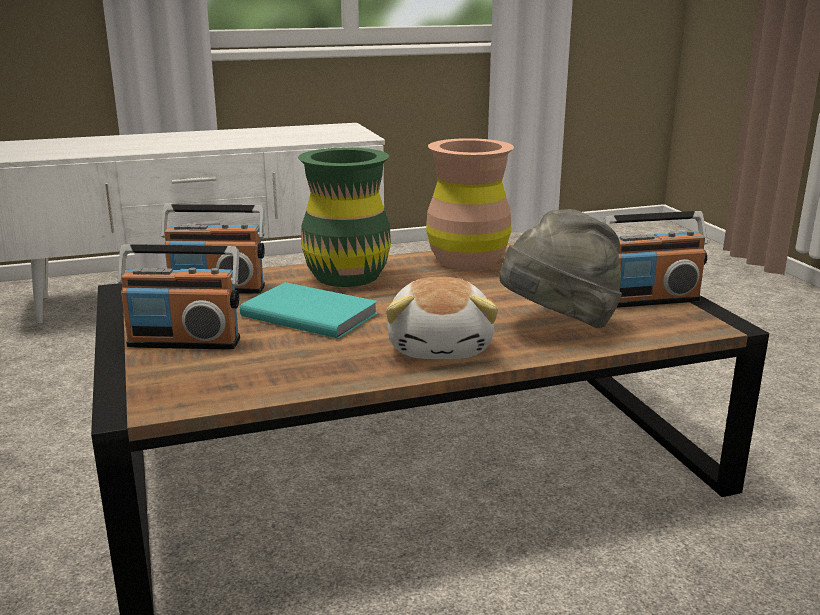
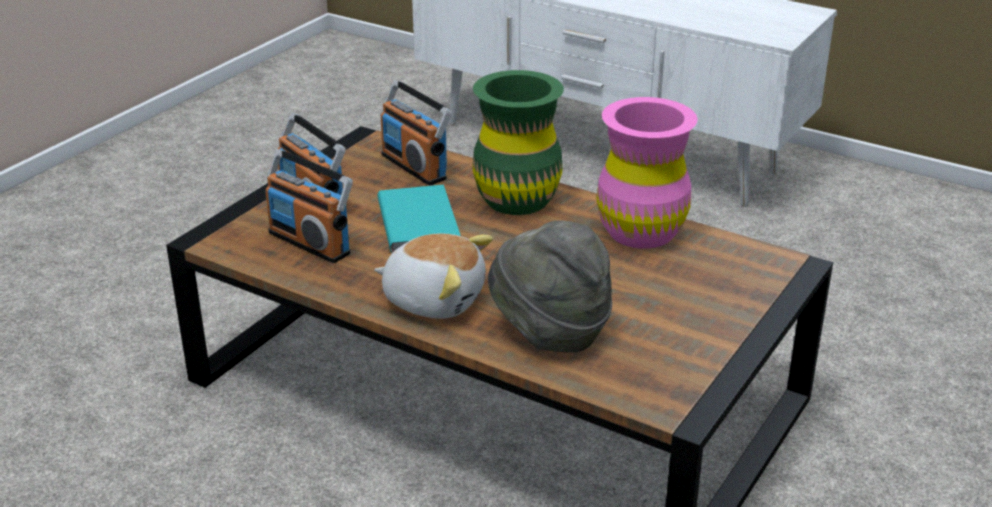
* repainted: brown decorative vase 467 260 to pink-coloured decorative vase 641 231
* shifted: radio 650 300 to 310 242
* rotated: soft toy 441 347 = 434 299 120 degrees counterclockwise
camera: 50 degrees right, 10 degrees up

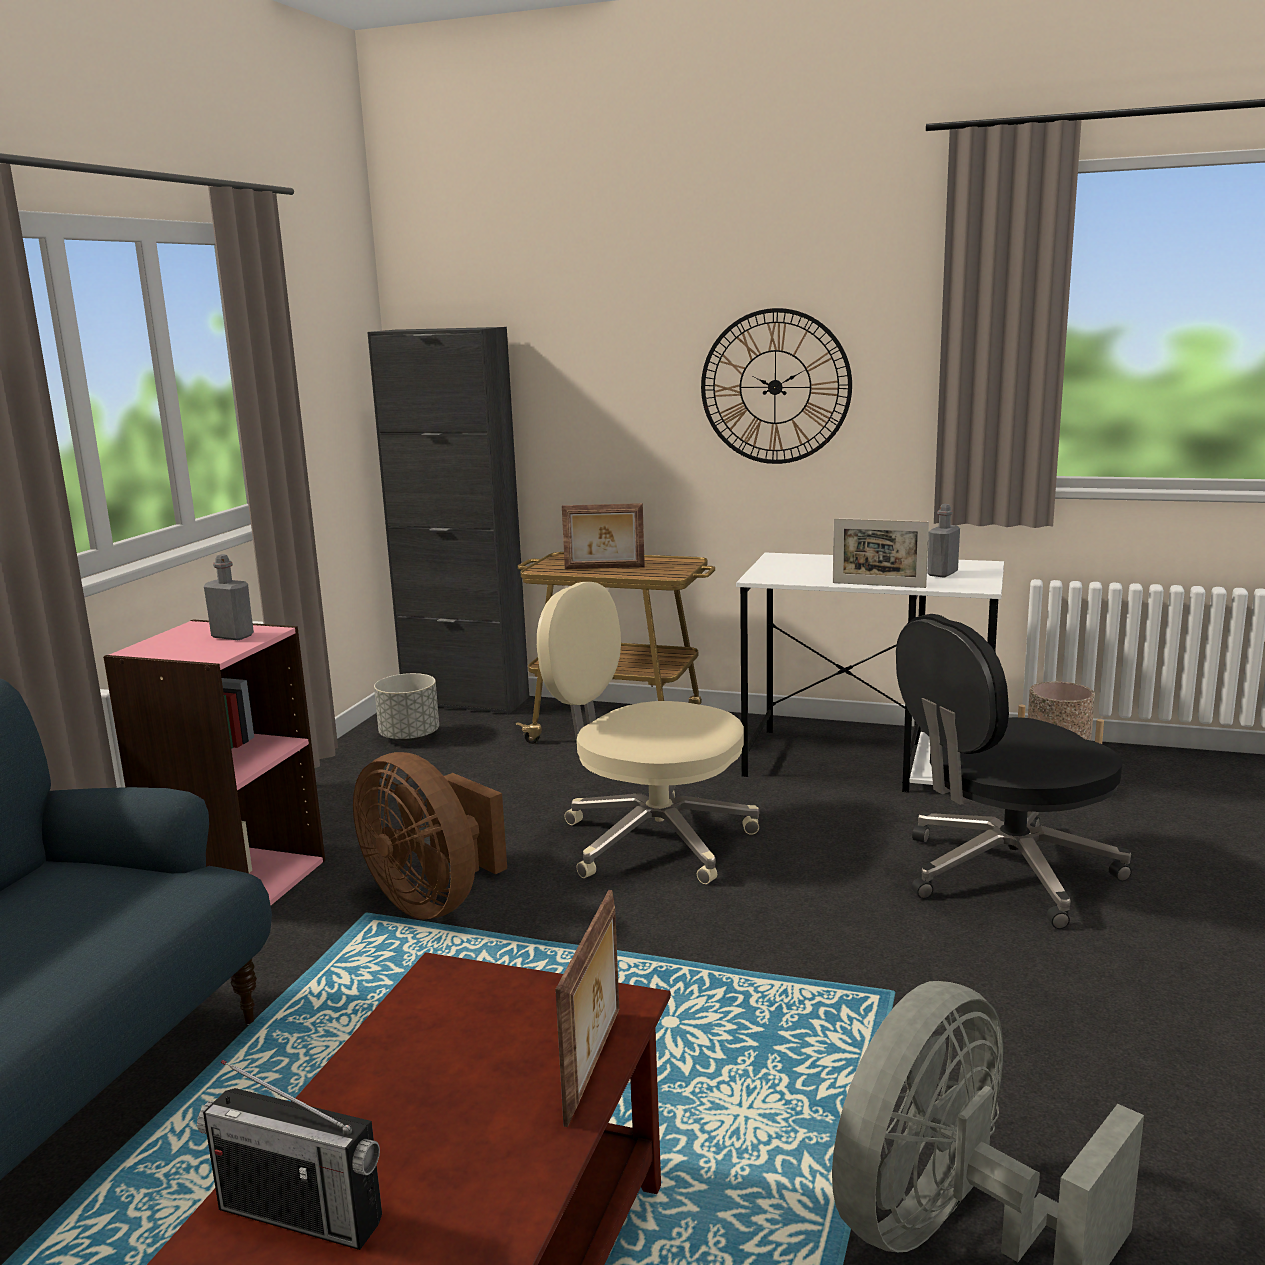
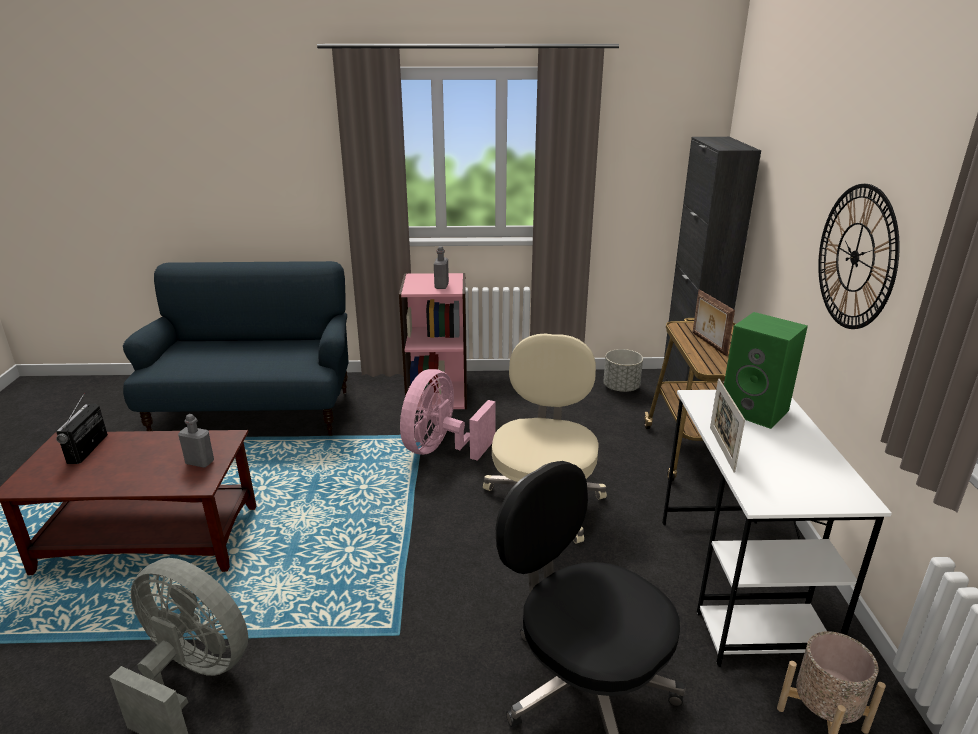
* shifted: gray beverage bottle 942 573 to 200 462
* repainted: brown cooling fan 433 901 to pink-coloured cooling fan 441 449
* gone: picture frame 595 1065
* new: green speaker 756 410
camera: 70 degrees right, 10 degrees up

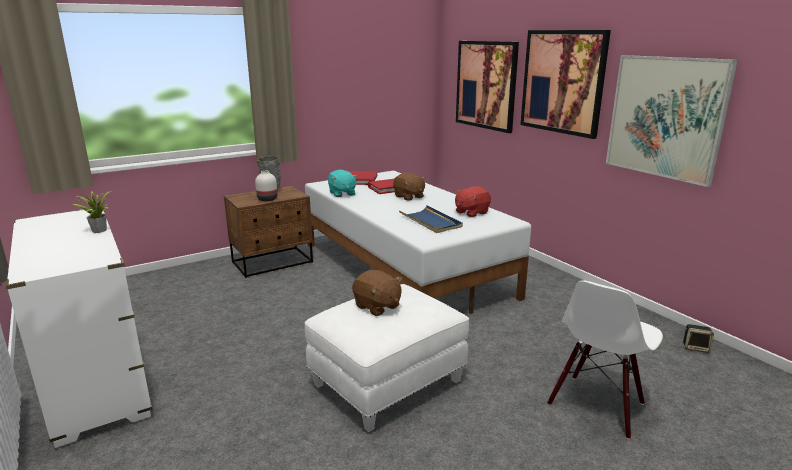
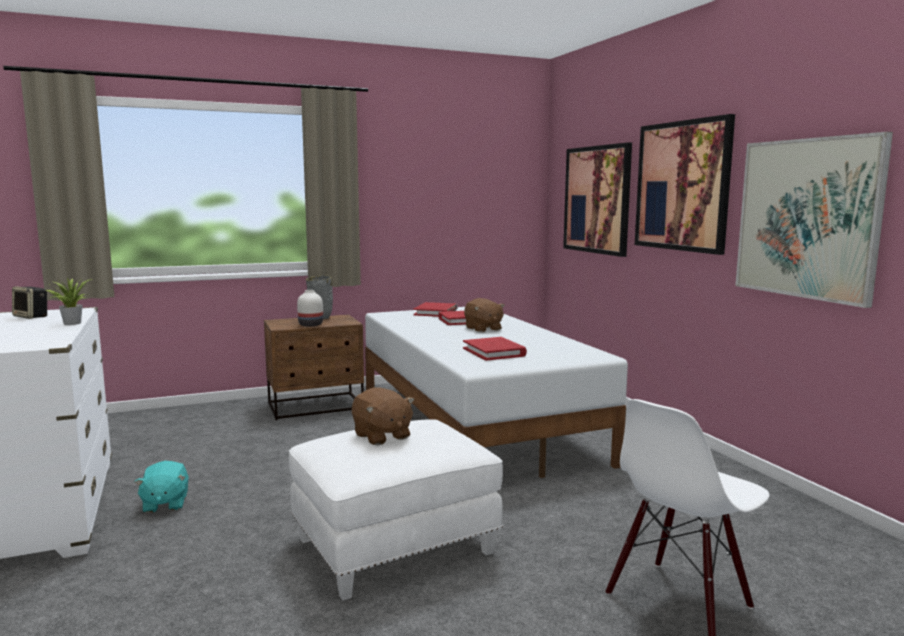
* shifted: turquoise soft toy 342 193 to 165 504
* gone: red-coloured soft toy 471 212
* swapped: bluish tray 431 221 to red-coloured bound book 494 352
* shifted: speaker 696 347 to 32 317
camera: 10 degrees right, 10 degrees down

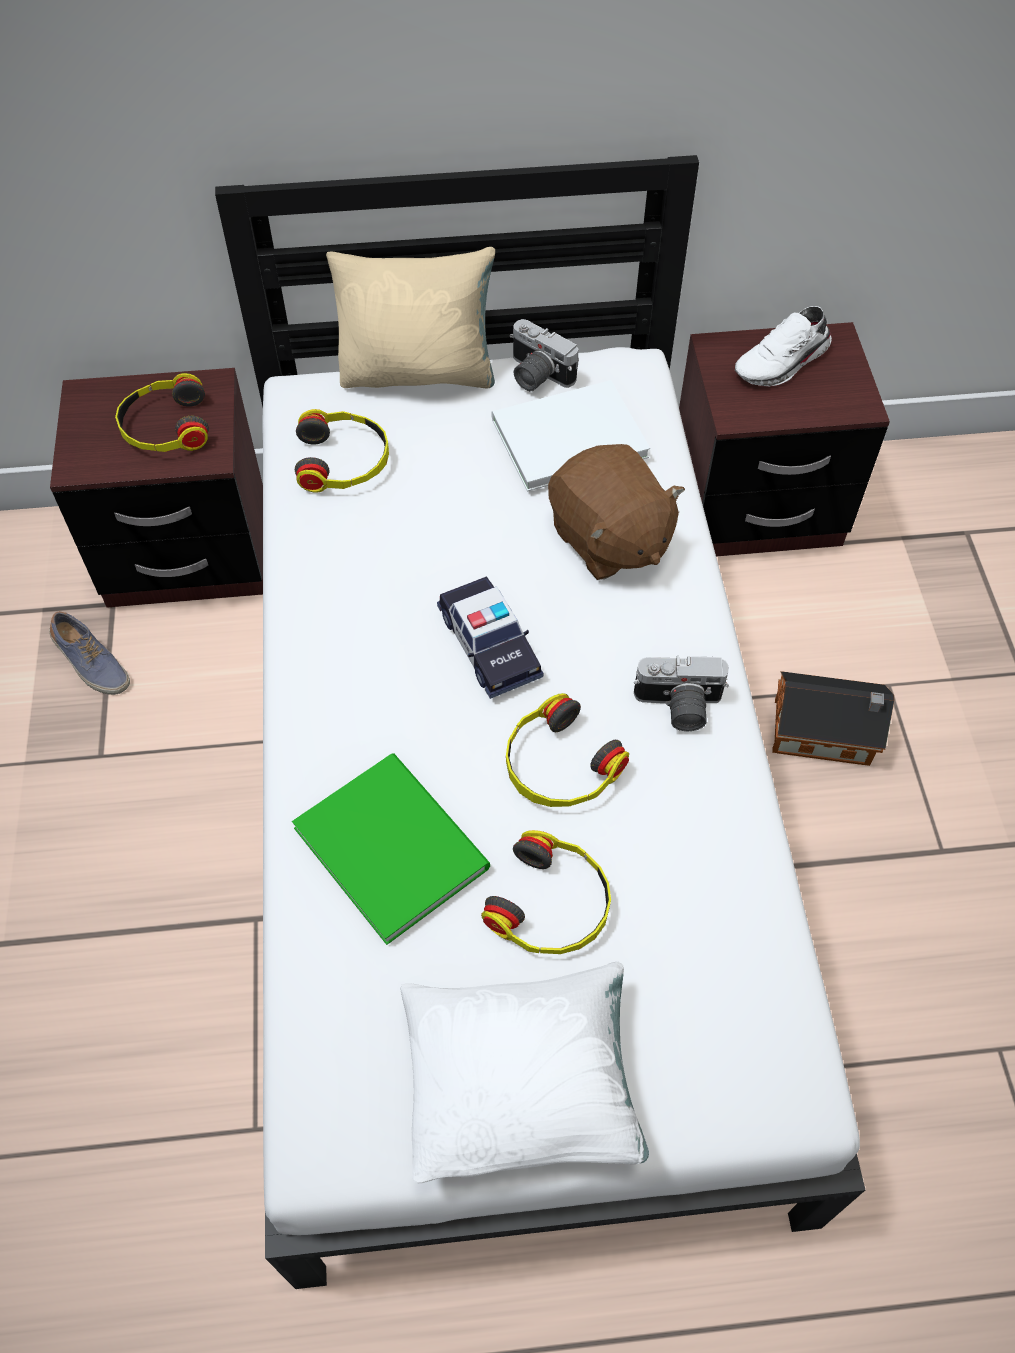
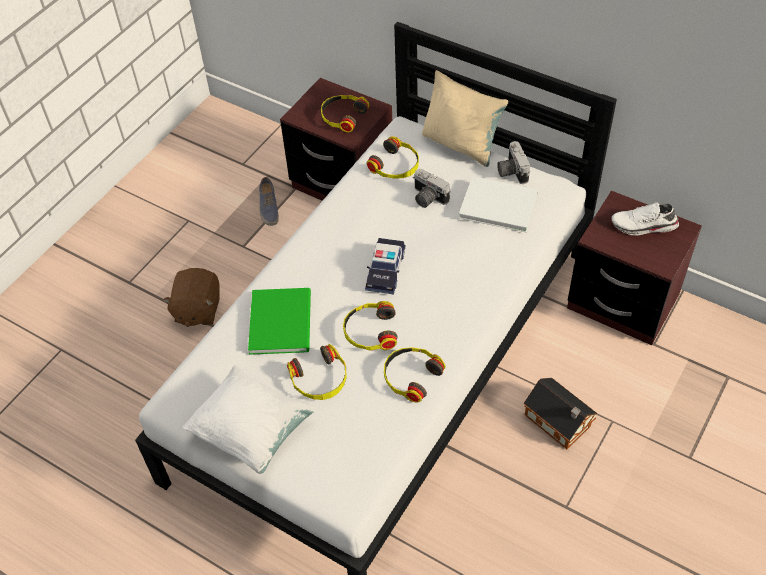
* shifted: brown soft toy 608 540 to 197 310
* shifted: photo camera 678 707 to 427 198
* new: headphones 411 376
camera: 40 degrees right, 5 degrees down

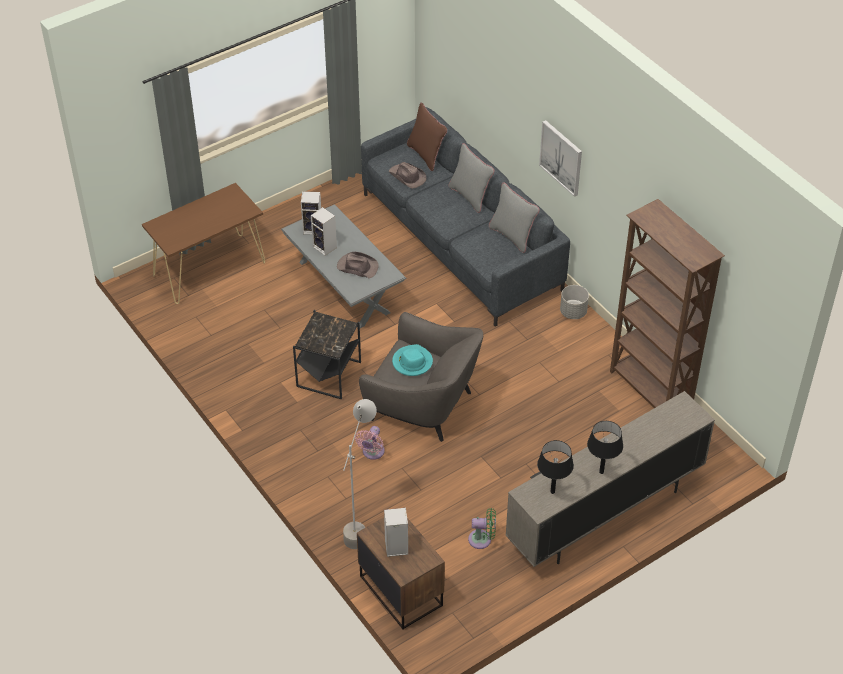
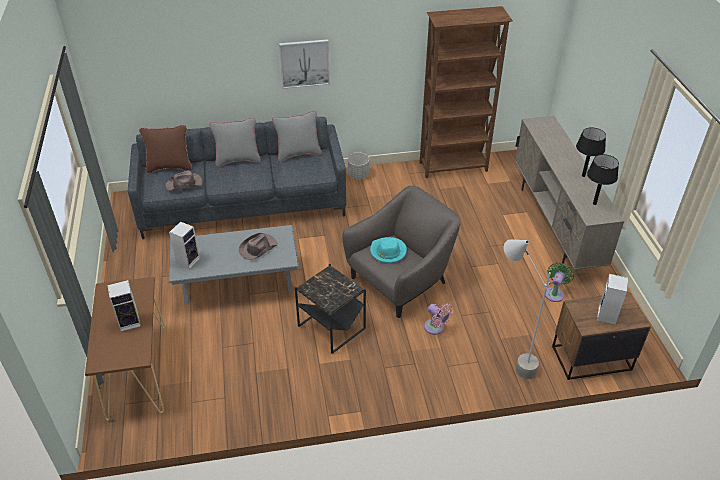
* shifted: speaker 325 247 to 130 321
camera: 65 degrees left, 5 degrees down

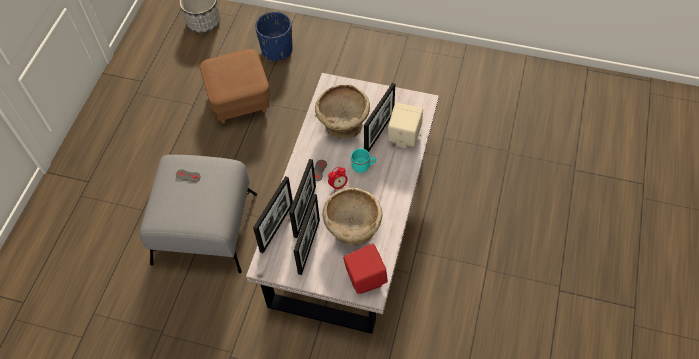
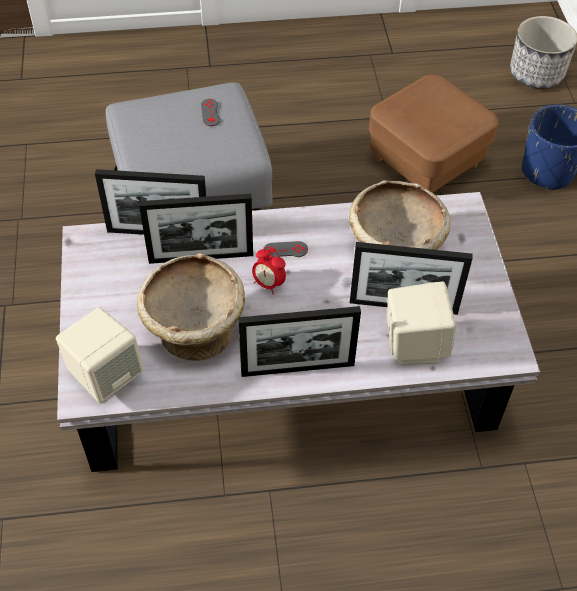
* gone: turquoise tea mug 363 166
* shifted: picture frame 309 246 to 297 368
* repainted: red-coloured speaker 365 279 to beige speaker 106 376
camera: 65 degrees right, 5 degrees down

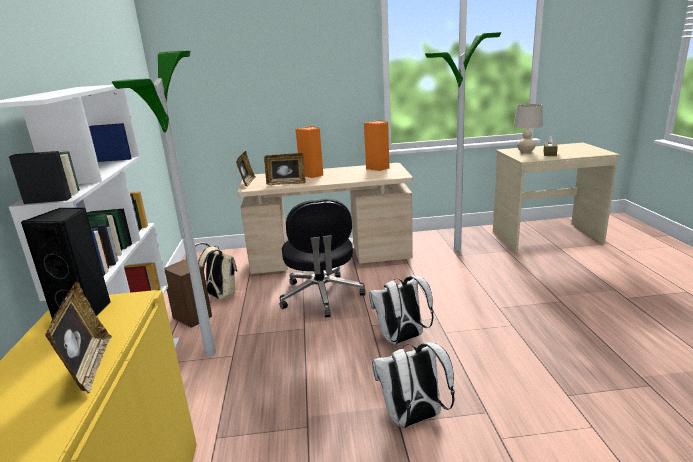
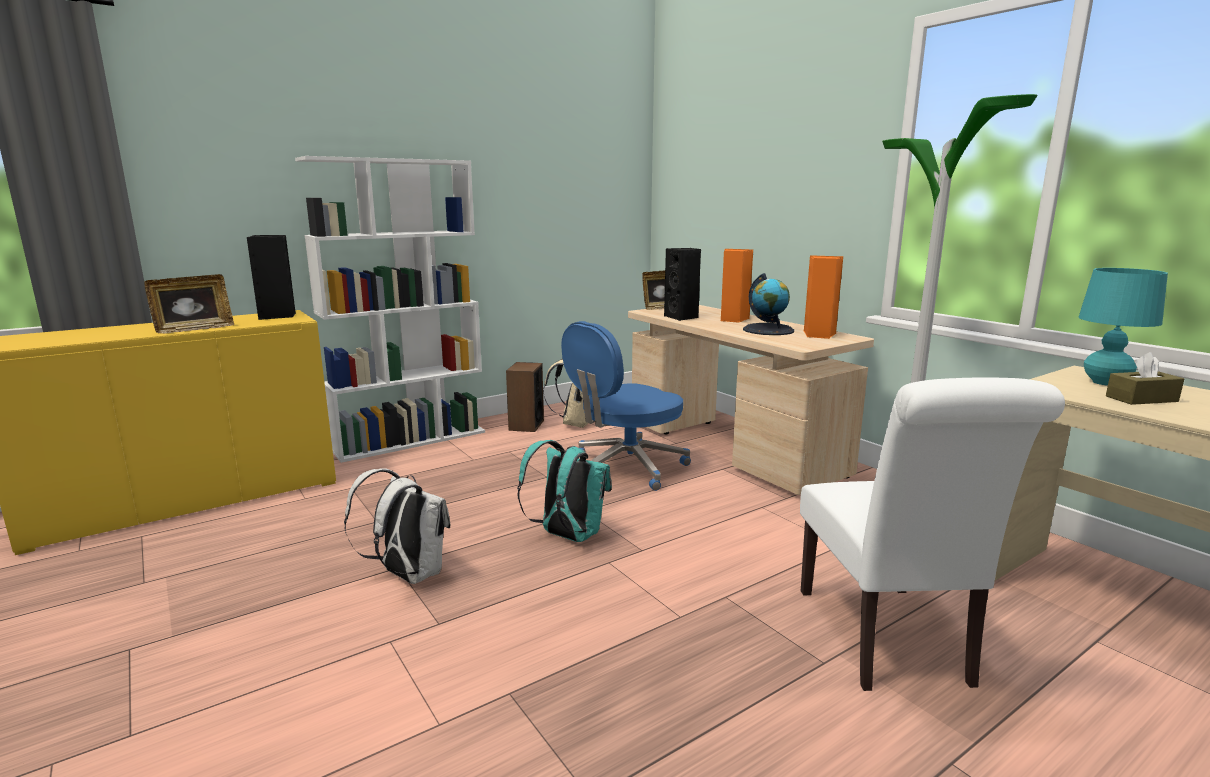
* gone: standard lamp 210 353
* repainted: beige lamp for a table 525 152 to turquoise lamp for a table 1105 382
* swapped: picture frame 286 183 to blackish speaker 682 317
* repainted: blackish desk chair 321 296 to bluish desk chair 626 468
* repainted: white-coloured backpack 401 339 to turquoise backpack 567 536
* new: globe 768 330
* new: white-coloured upright chair 888 642
camera: 60 degrees right, 5 degrees down

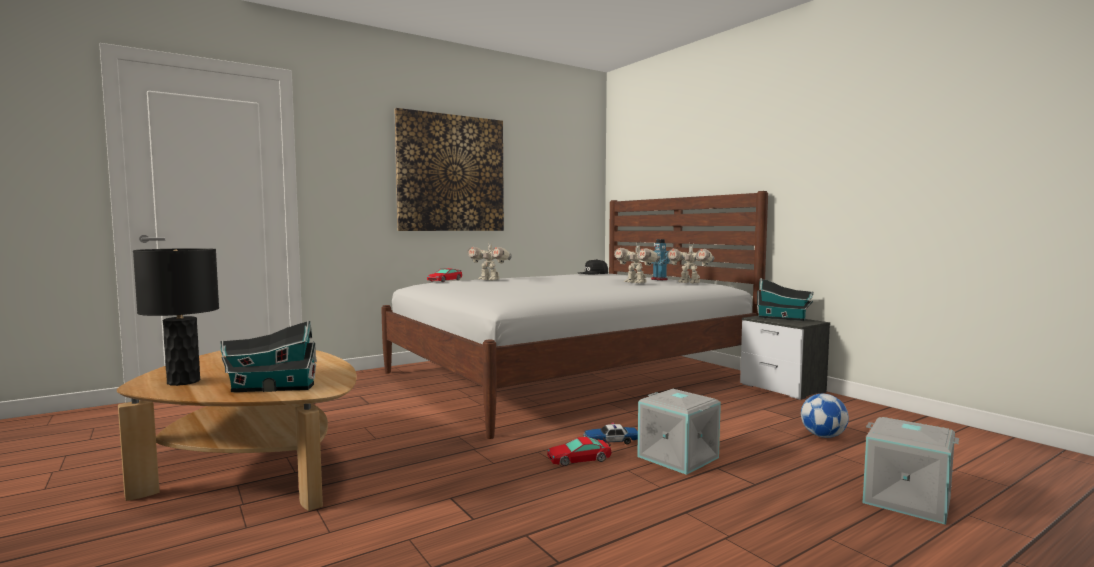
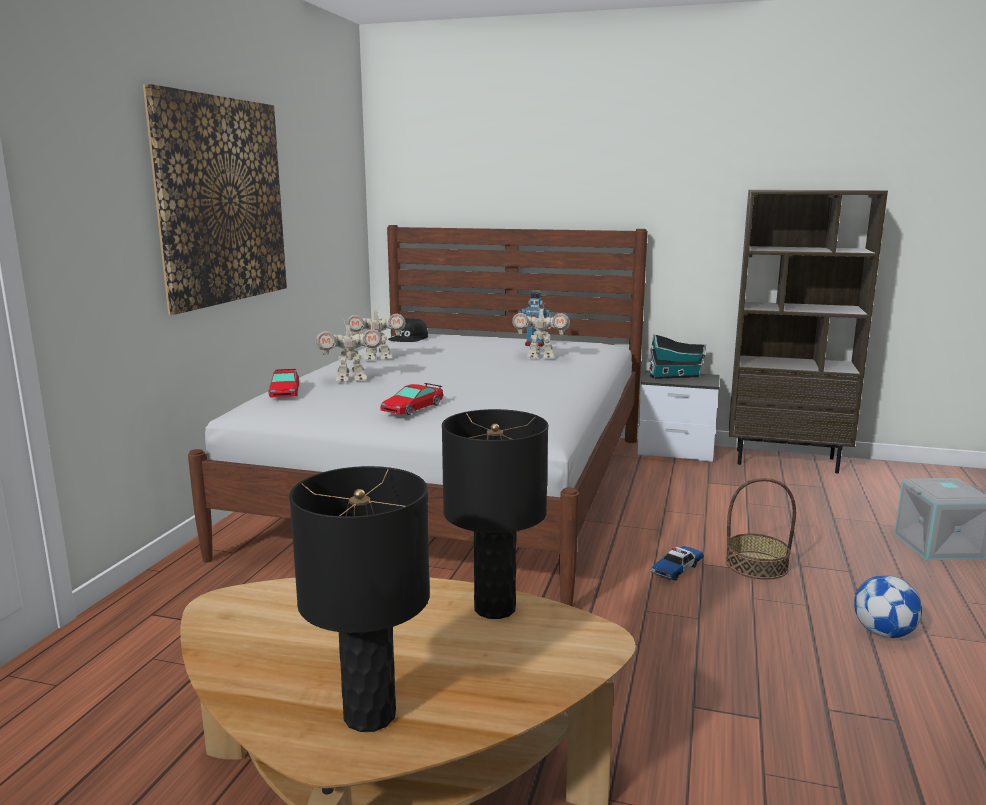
* shifted: toy robot 689 283 to 377 358
* gone: model house 270 388
* swapped: gray storage container 679 457 to storage basket 756 565
* shifted: ball for football 823 436 to 883 633
* shifted: miniature car 579 459 to 412 407
* new: brown bookcase 786 461
* new: blackish lamp for a table 495 608
camera: 40 degrees left, 10 degrees up

